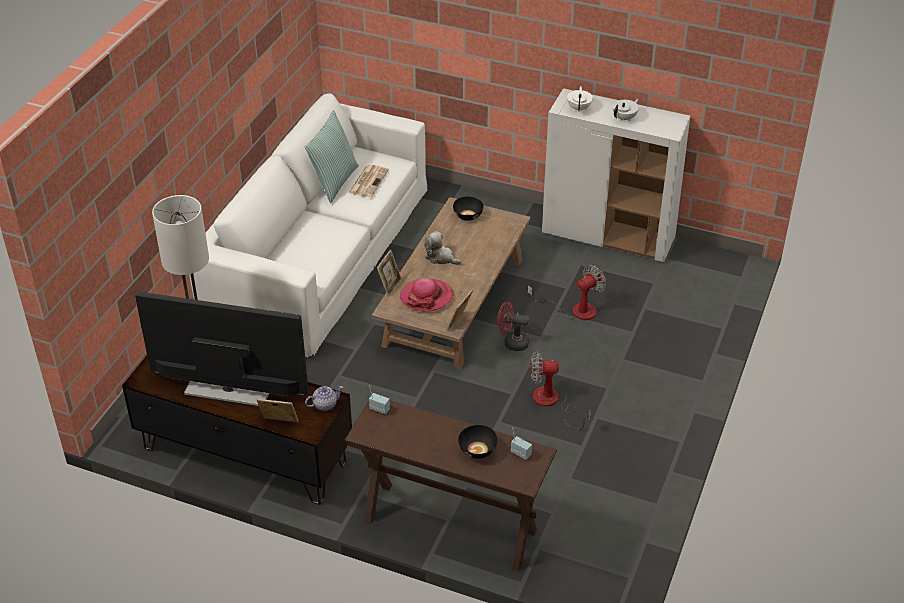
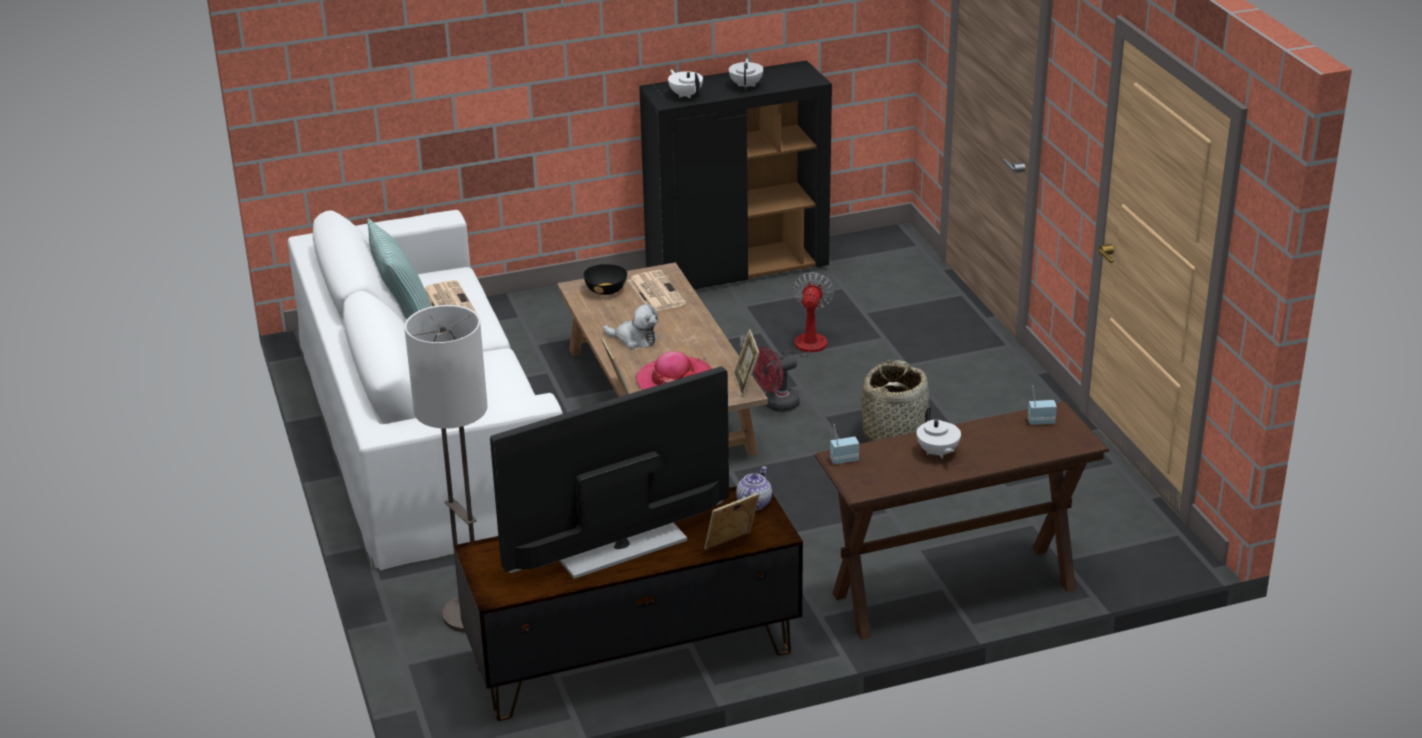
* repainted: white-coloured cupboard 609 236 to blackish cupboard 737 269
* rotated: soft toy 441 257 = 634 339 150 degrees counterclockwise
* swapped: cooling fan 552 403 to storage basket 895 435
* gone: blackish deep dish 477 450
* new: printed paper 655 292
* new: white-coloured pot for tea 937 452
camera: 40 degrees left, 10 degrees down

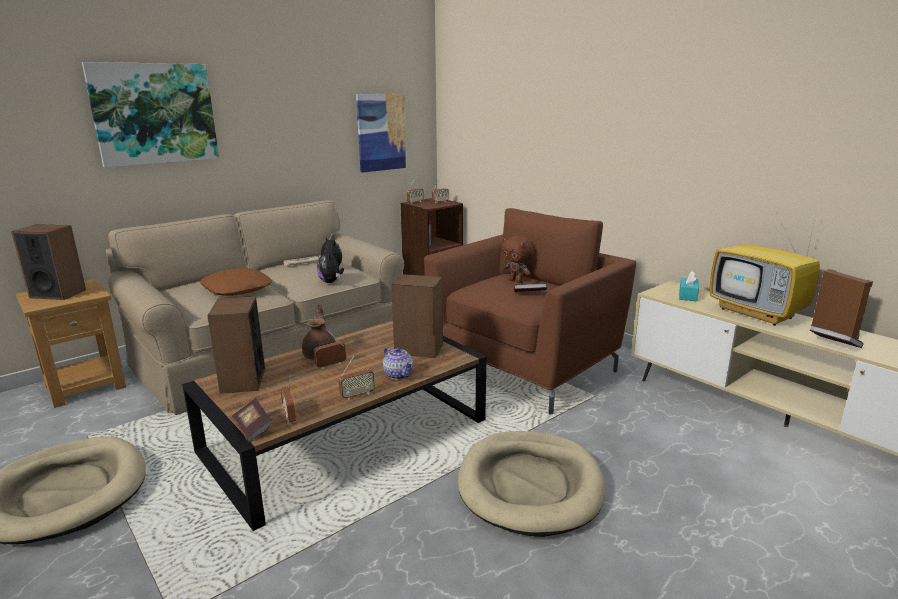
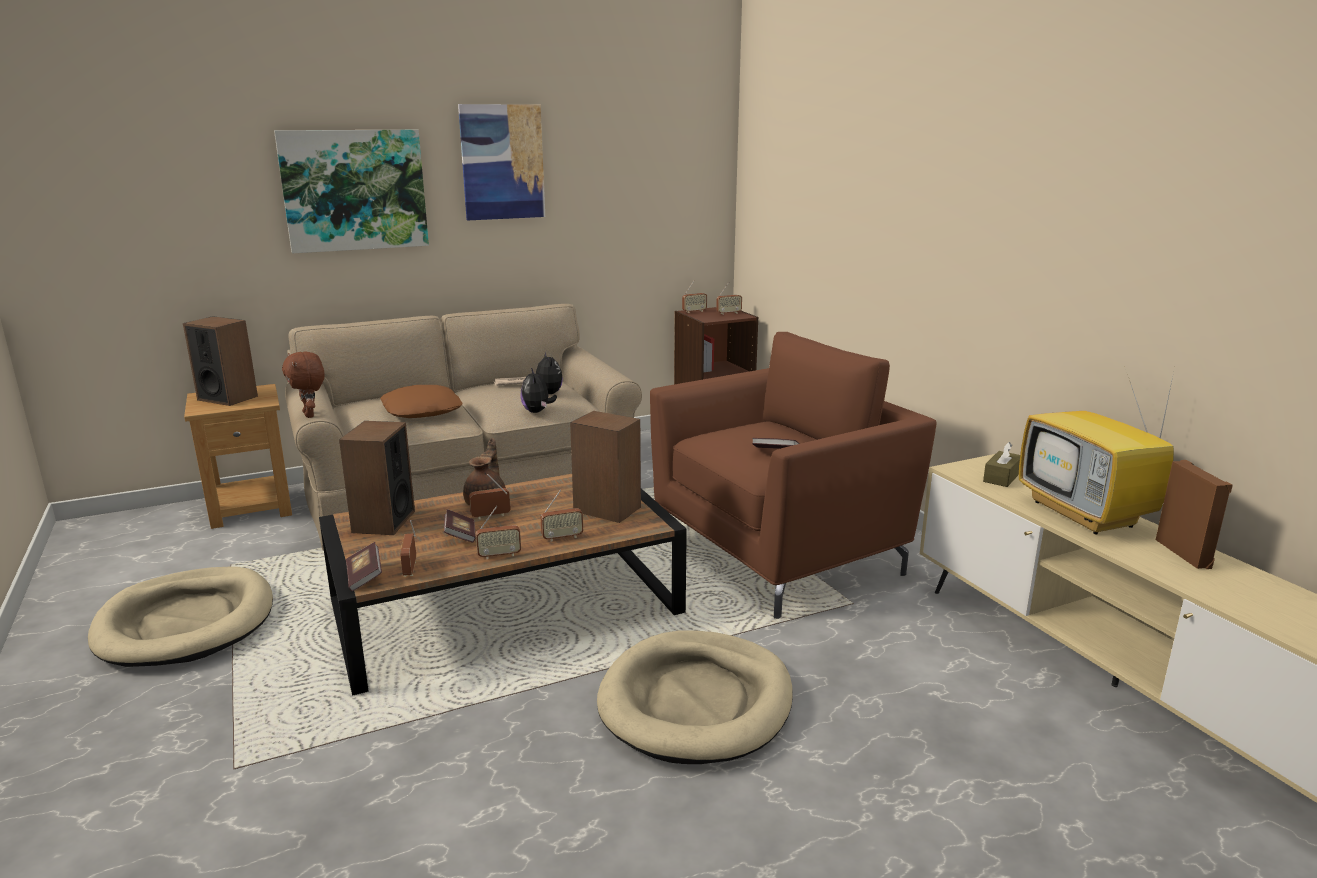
* shifted: wall art 381 132 to 502 162
* shifted: brown soft toy 516 281 to 310 415
* repainted: turquoise box of tissues 687 295 to brown box of tissues 1001 477
* shifted: bound book 833 345 to 460 536
* swapped: pot for tea 398 374 to radio 562 537
camera: 15 degrees right, 0 degrees up

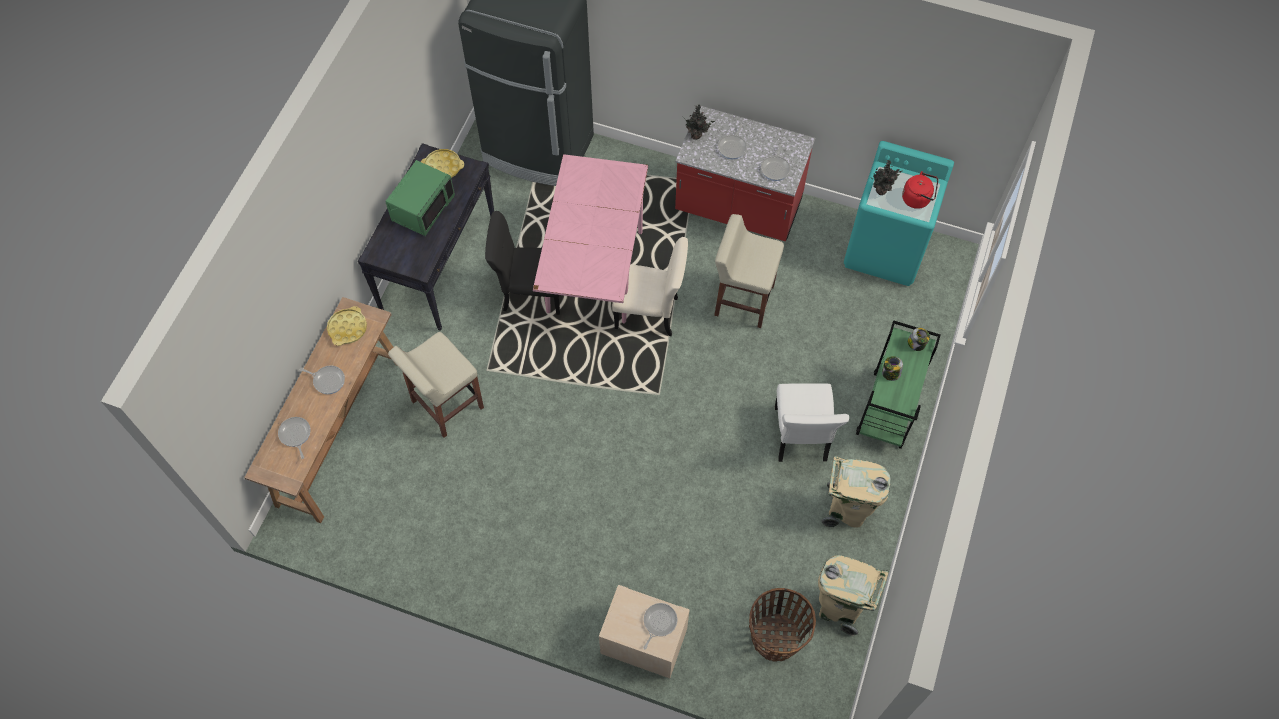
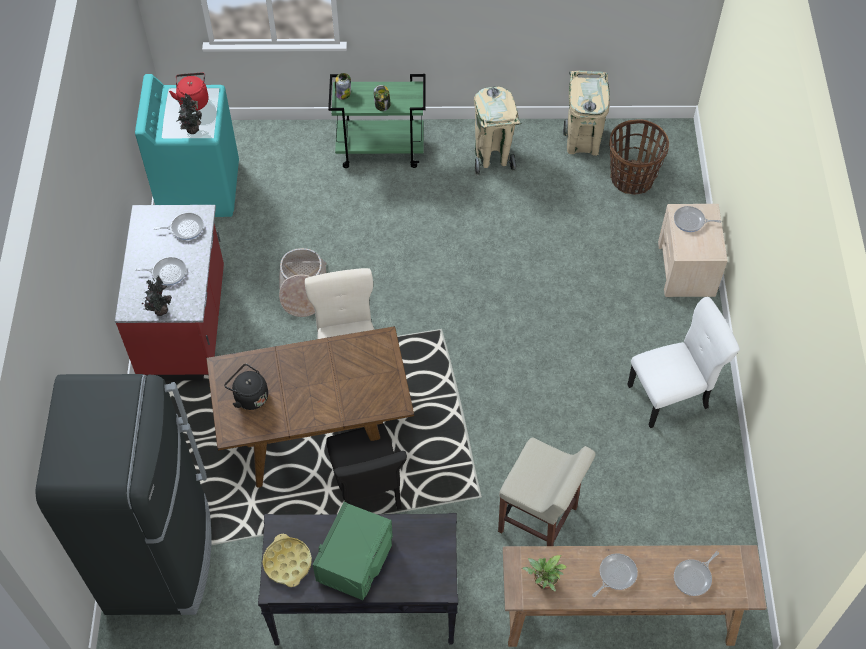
* repainted: pink-coloured dinner table 595 272 to brown dinner table 316 434
* rotated: green microwave oven 422 208 = 356 561 75 degrees counterclockwise
* swapped: beige stool seat 743 300 to storage basket 303 289
* swapped: yellow-coloured tray 348 328 to houseplant 543 583
* rotated: frying pan 327 380 = 615 574 45 degrees clockwise
* shifted: white-coloured upright chair 800 437 to 671 396
* new: blackish tea kettle 249 396
camera: 110 degrees left, 5 degrees down

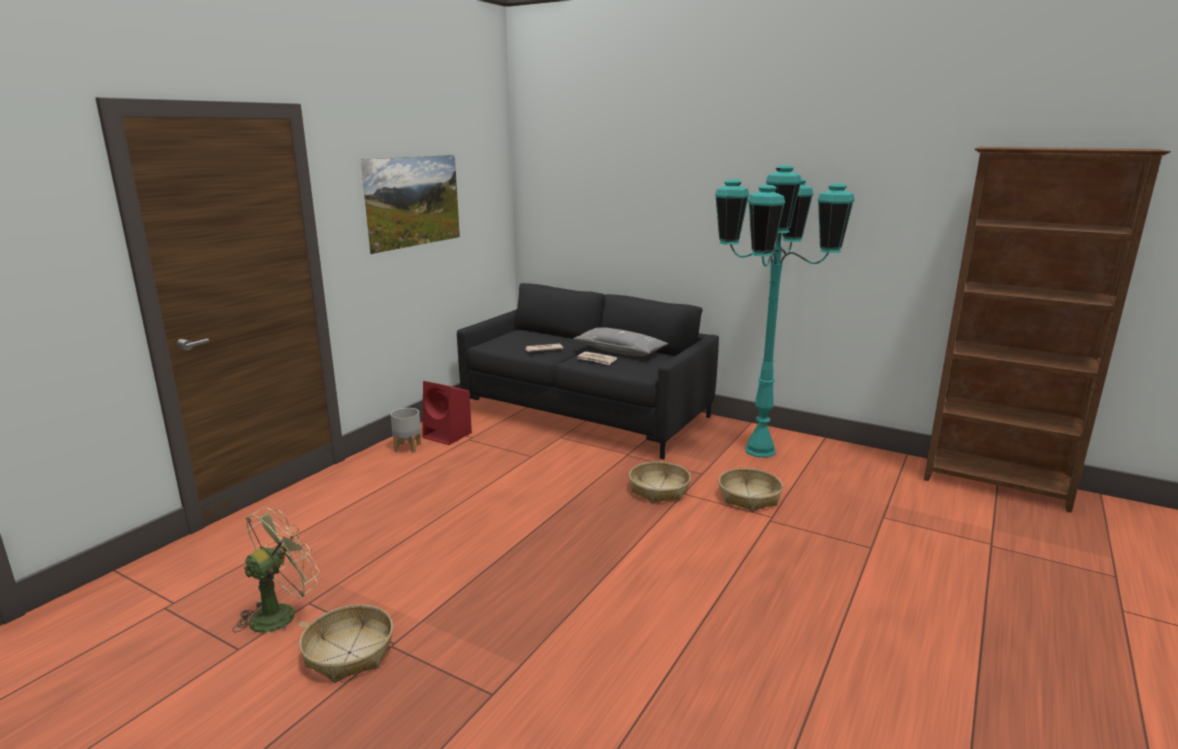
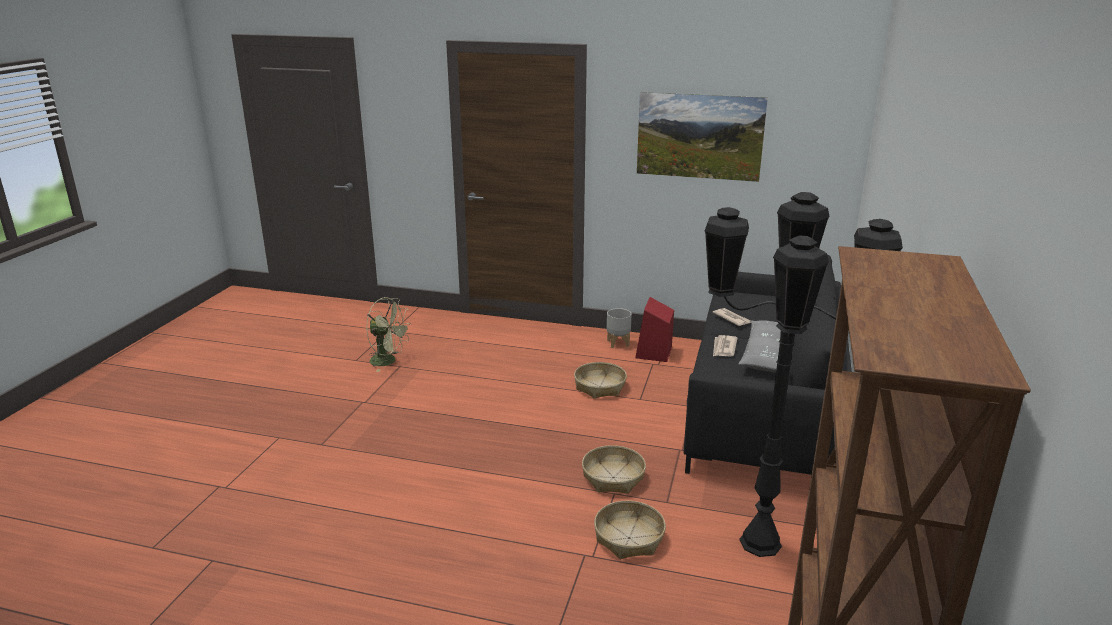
* repainted: turquoise standard lamp 761 450 to blackish standard lamp 761 544
* shifted: storage basket 350 652 to 600 387
camera: 75 degrees right, 5 degrees up

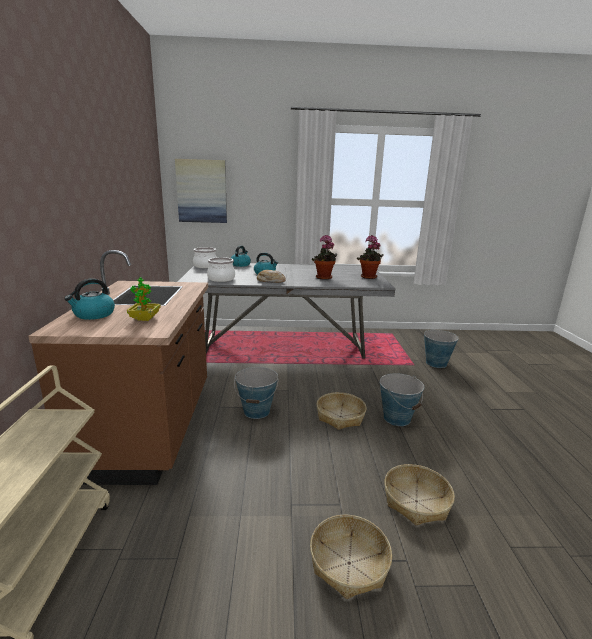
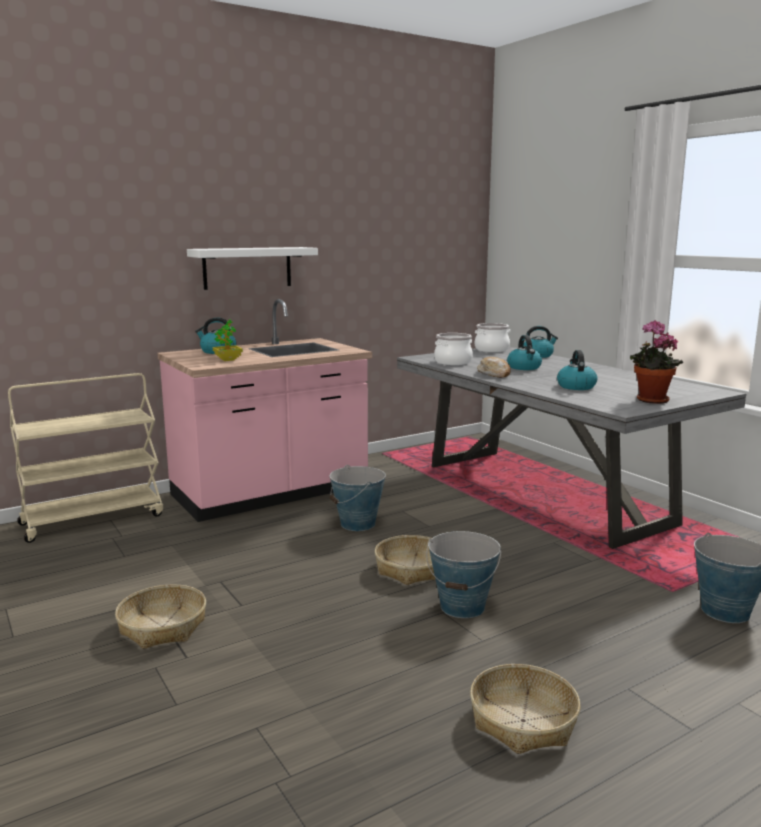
* gone: wall art 202 191
* swapped: houseplant 324 278 to tea kettle 576 386
* repainted: brown kitchen base unit 151 428 to pink-coloured kitchen base unit 270 493
* shifted: storage basket 416 501 to 523 721
* new: white-coloured bracket shelf 247 267
camera: 60 degrees right, 5 degrees down

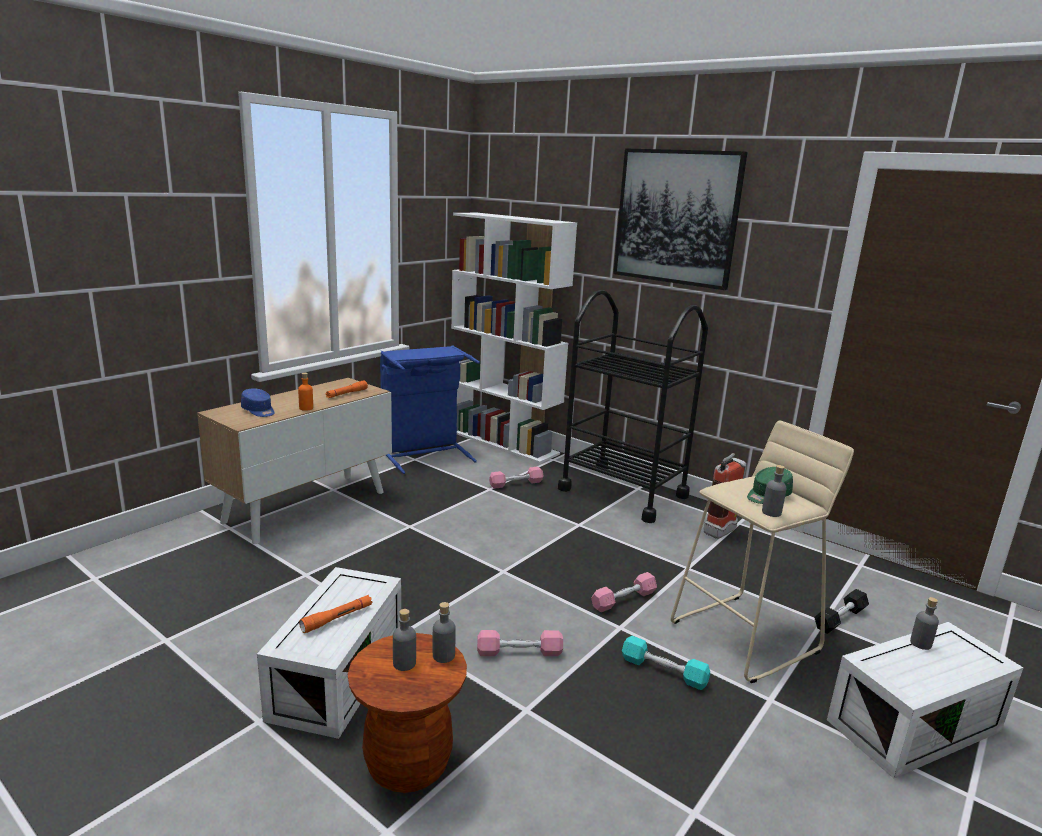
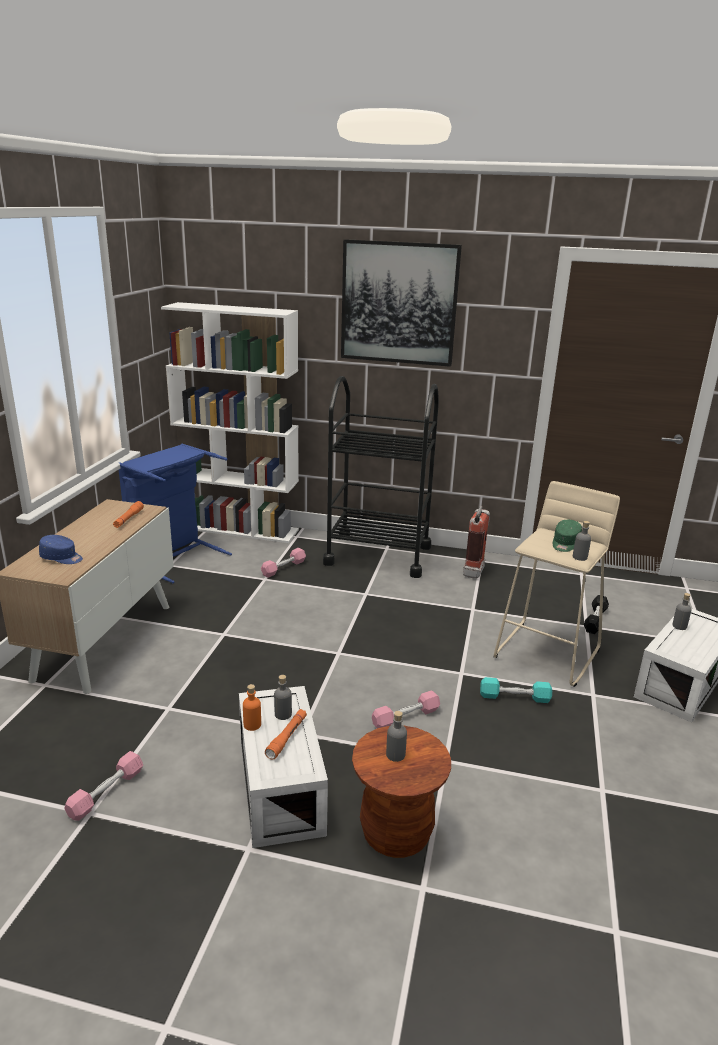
* shifted: orange beverage bottle 306 408 to 252 725
* shifted: pink-coloured hand weight 623 600 to 106 792
* shifted: gray beverage bottle 443 655 to 283 714
camera: 25 degrees left, 5 degrees up

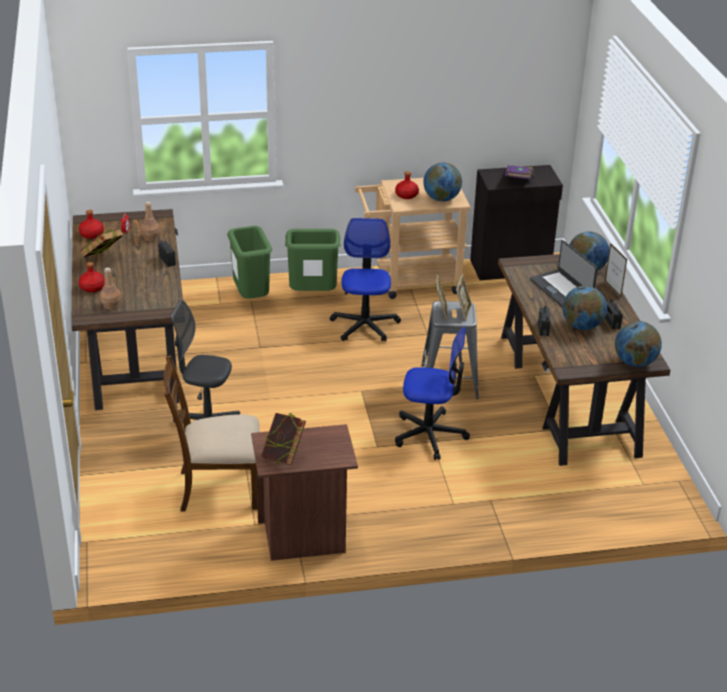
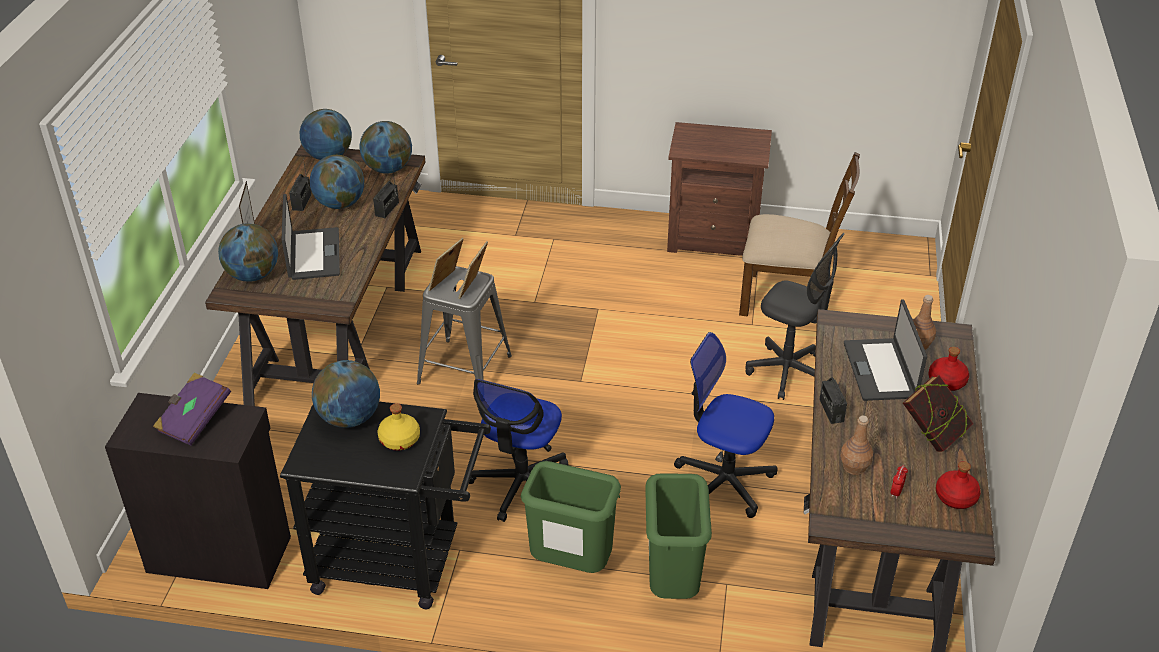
* repainted: red-coloured beverage bottle 406 195 to yellow-coloured beverage bottle 399 440
* repainted: beige cart 410 281 to blackish cart 399 562
* shifted: desk chair 430 435 to 723 481
* gone: bound book 283 456
* new: globe 388 169
* new: notebook computer 881 370
camera: 160 degrees left, 5 degrees up

